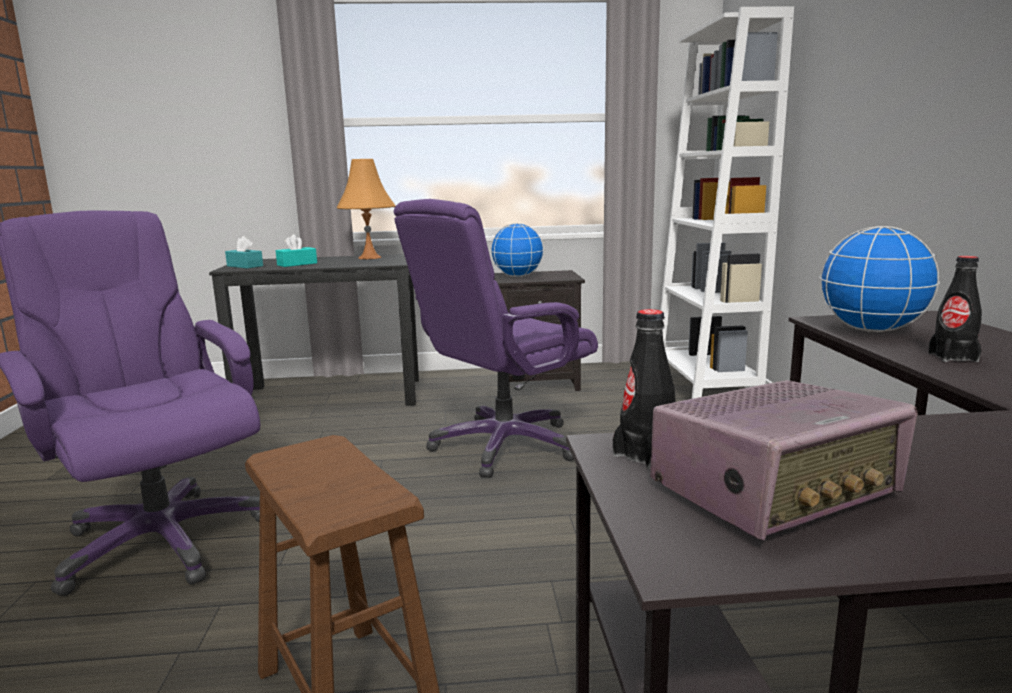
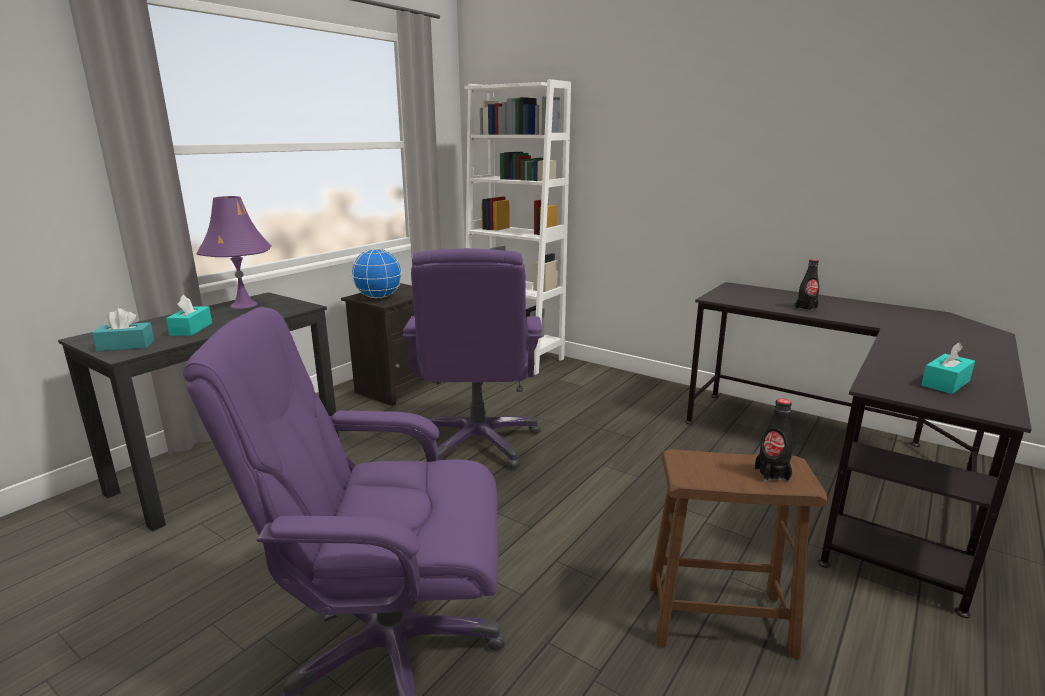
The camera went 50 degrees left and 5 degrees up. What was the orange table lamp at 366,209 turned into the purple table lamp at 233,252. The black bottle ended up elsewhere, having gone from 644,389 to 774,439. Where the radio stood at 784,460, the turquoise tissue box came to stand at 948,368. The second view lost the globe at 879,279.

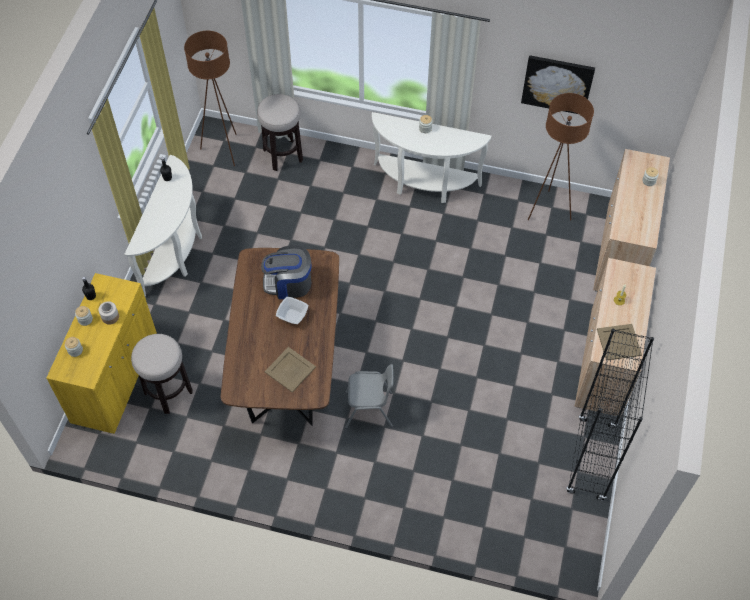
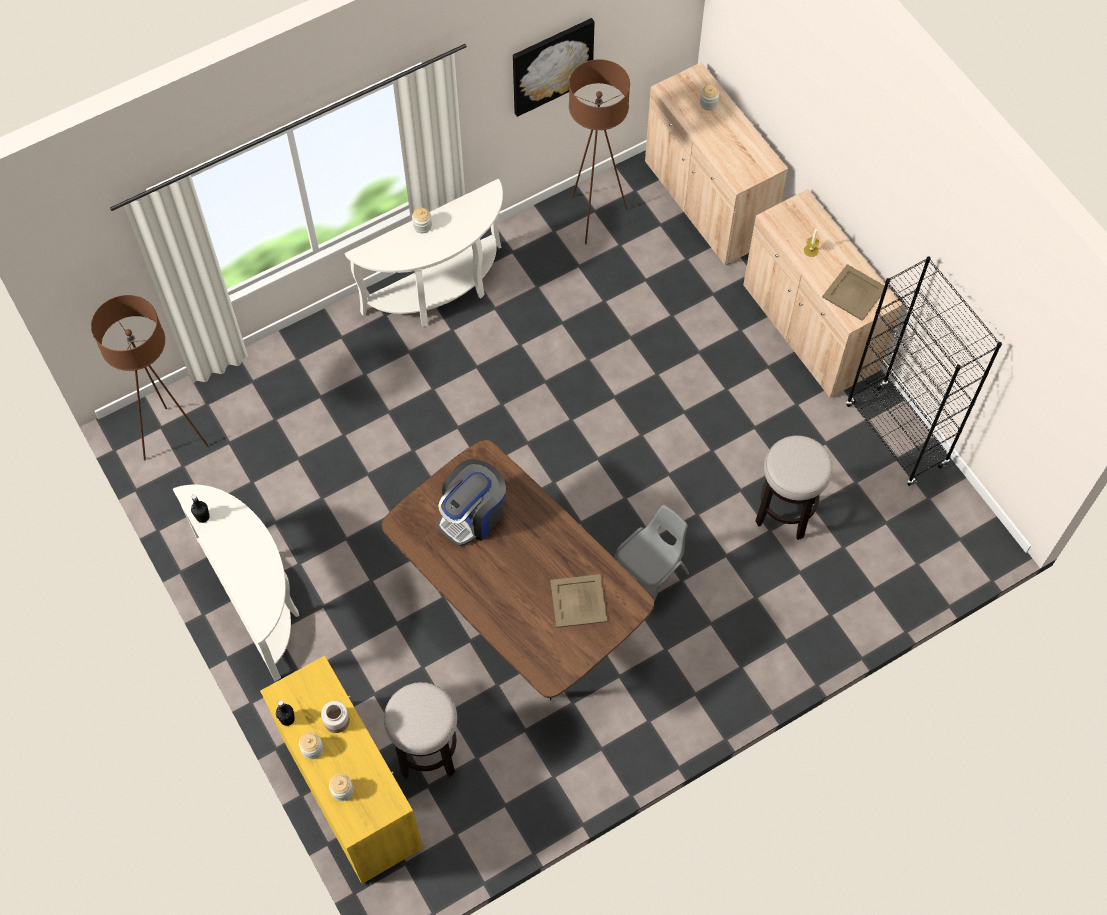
The camera went 45 degrees left and 5 degrees up. The stool ended up elsewhere, having gone from 280,132 to 794,487. The second view lost the bowl at 292,310.

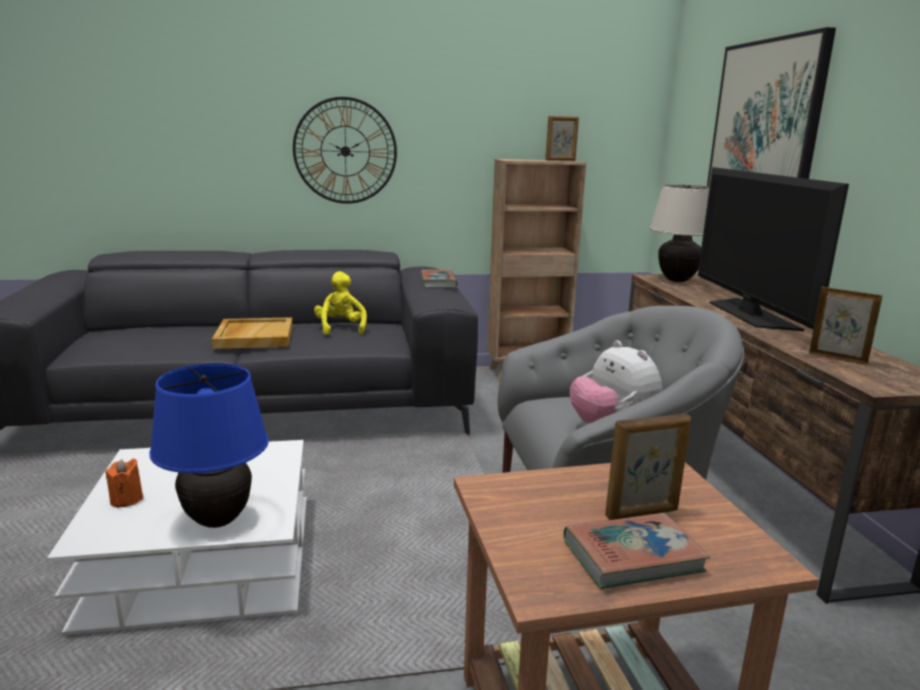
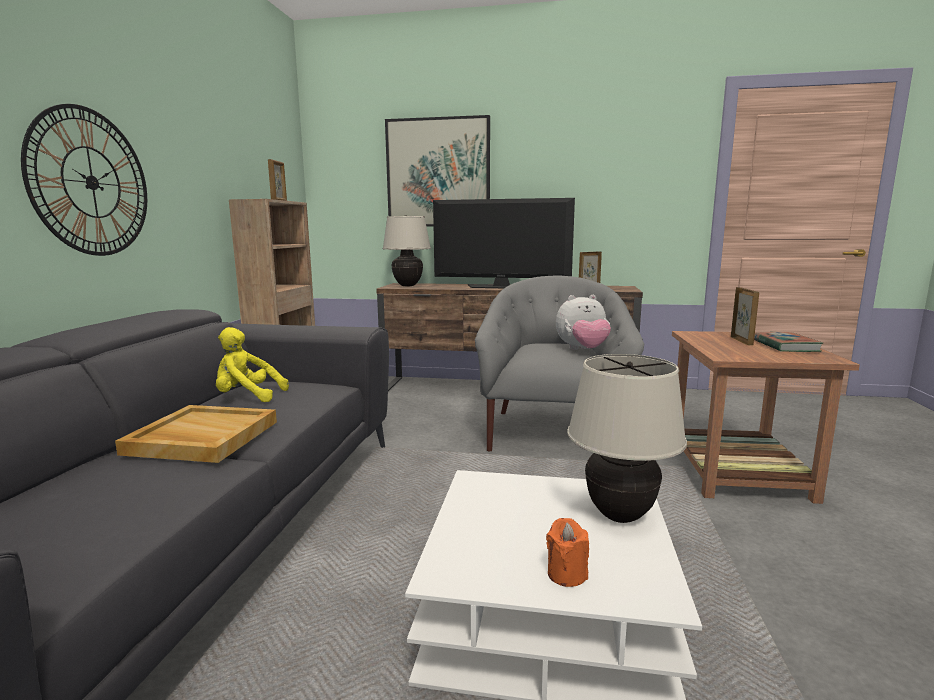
The camera went 70 degrees left and 5 degrees down. What was the blue table lamp at 209,445 turned into the beige table lamp at 627,438. The second view lost the book at 439,279.

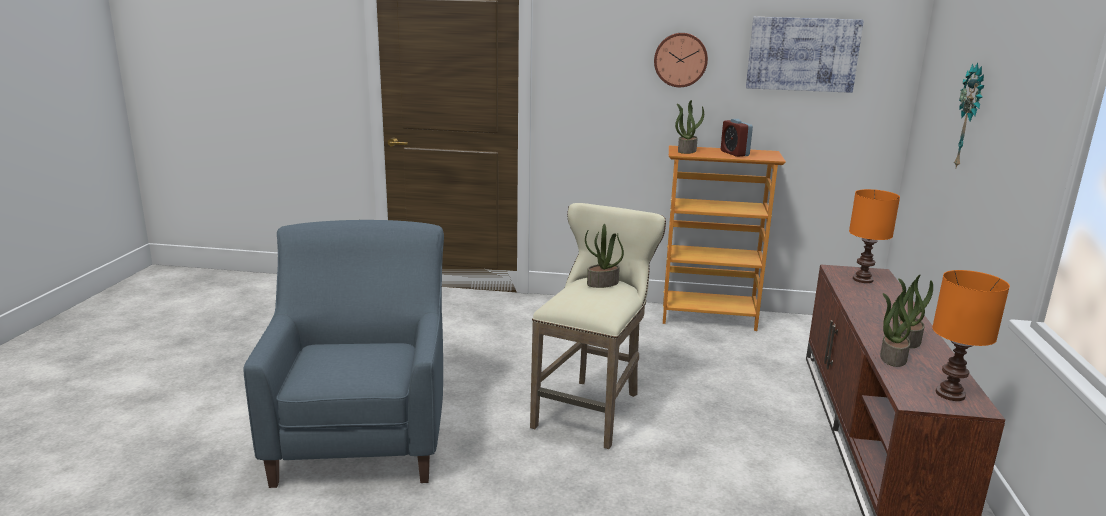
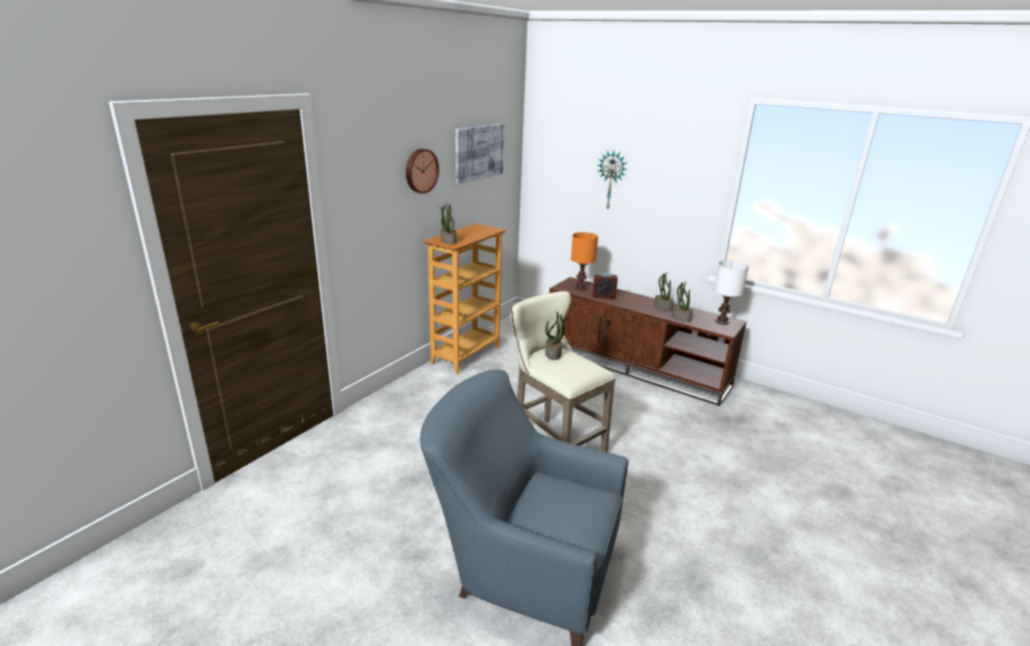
The camera went 65 degrees left and 5 degrees up. The alarm clock ended up elsewhere, having gone from 737,138 to 605,286. What was the orange table lamp at 971,335 turned into the white table lamp at 731,292.

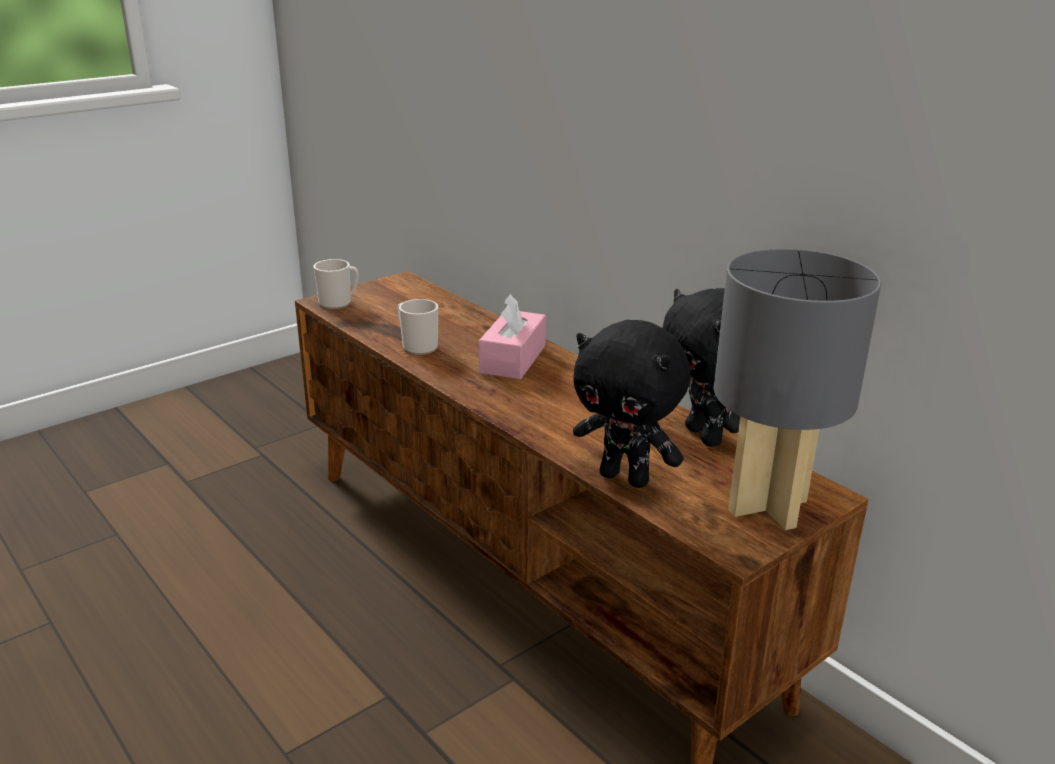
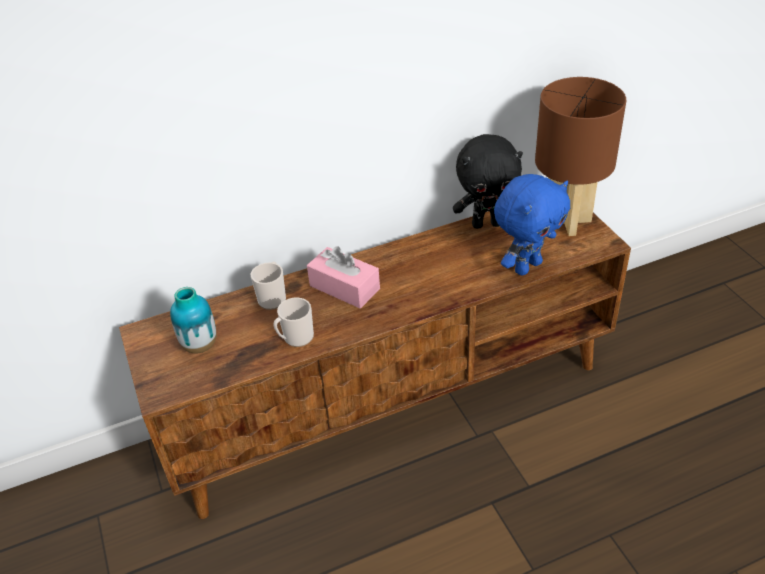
The camera went 70 degrees left and 15 degrees up. The second view gained the vase at 193,320. The mug ended up elsewhere, having gone from 336,284 to 268,286. What was the black plush toy at 631,404 turned into the blue plush toy at 532,225. What was the grey table lamp at 798,389 turned into the brown table lamp at 580,156.

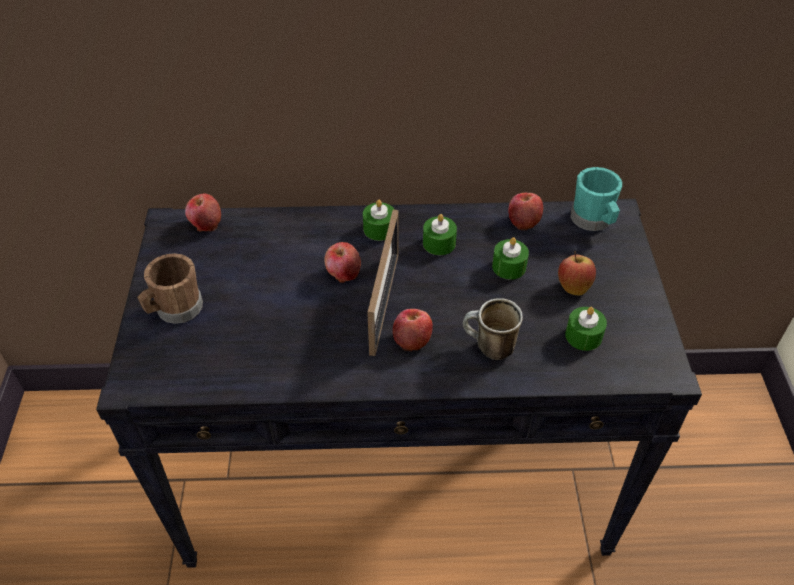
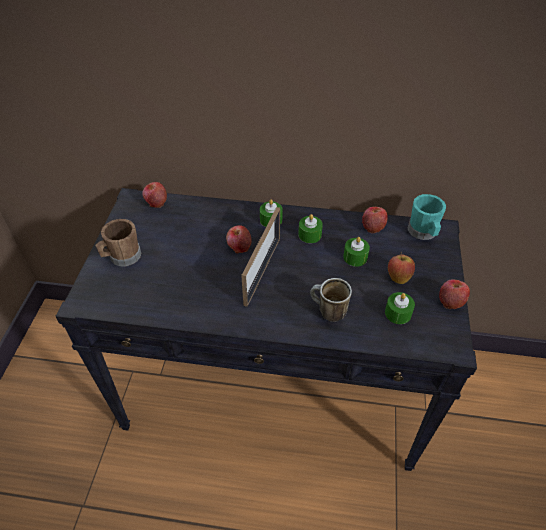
The camera went 10 degrees right and 0 degrees up. The apple ended up elsewhere, having gone from 413,330 to 454,294.

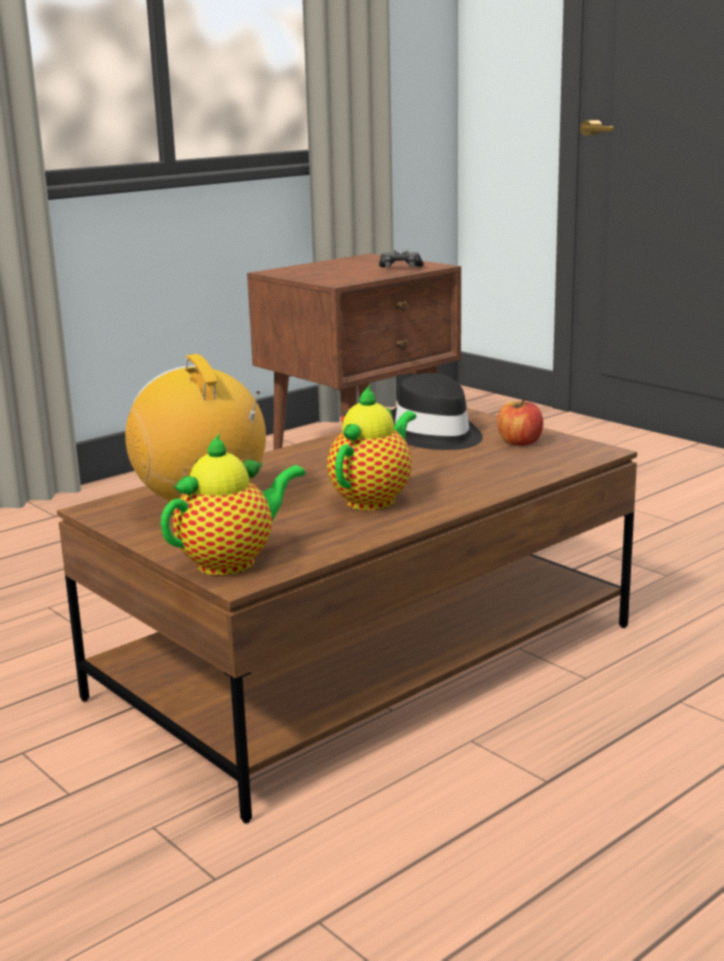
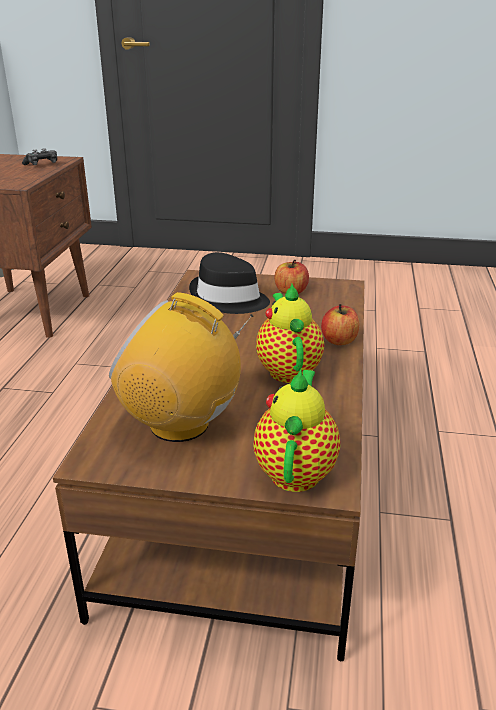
The camera went 40 degrees left and 10 degrees up. The second view gained the apple at 340,324.

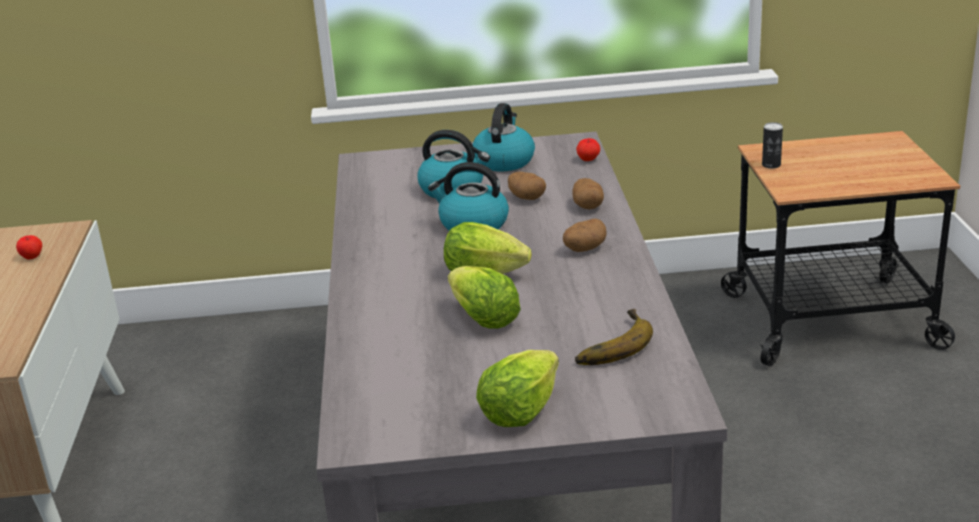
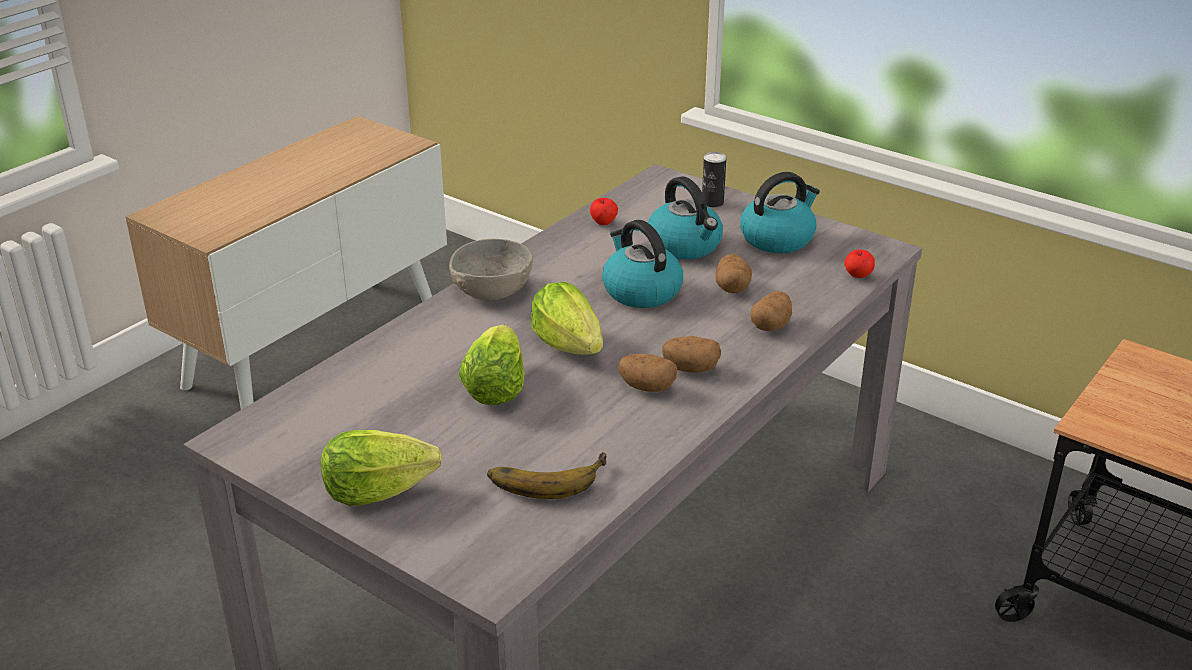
The camera went 40 degrees right and 5 degrees up. The second view gained the grey bowl at 491,269. The apple ended up elsewhere, having gone from 29,247 to 604,211. The second view gained the potato at 647,373. The can ended up elsewhere, having gone from 772,145 to 714,180.

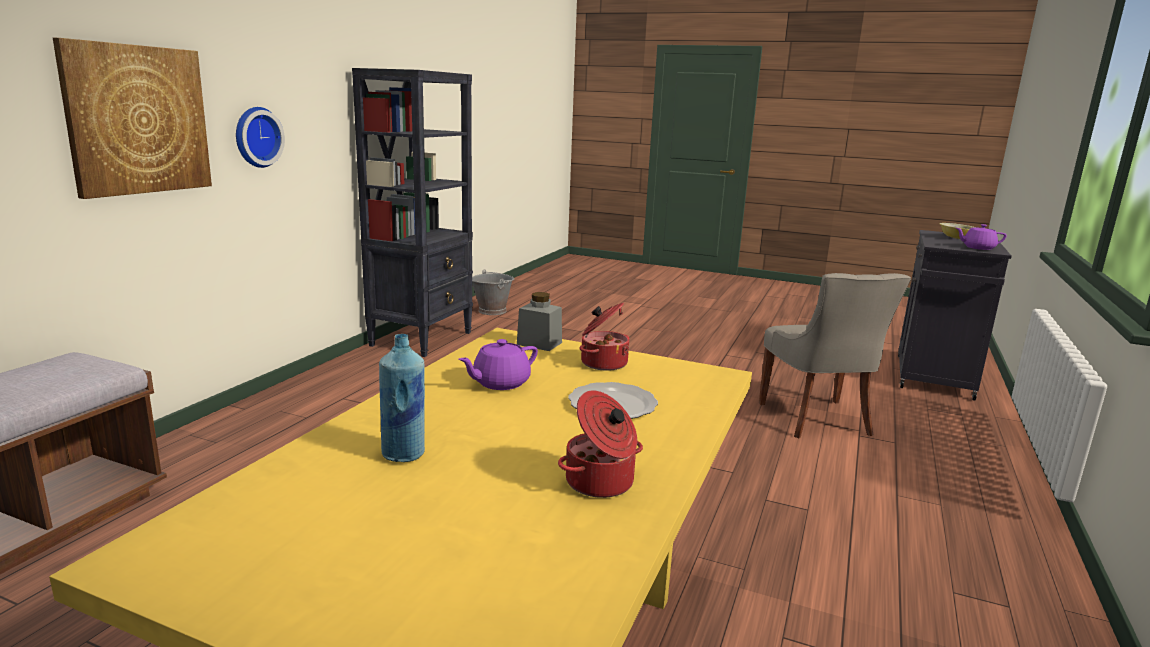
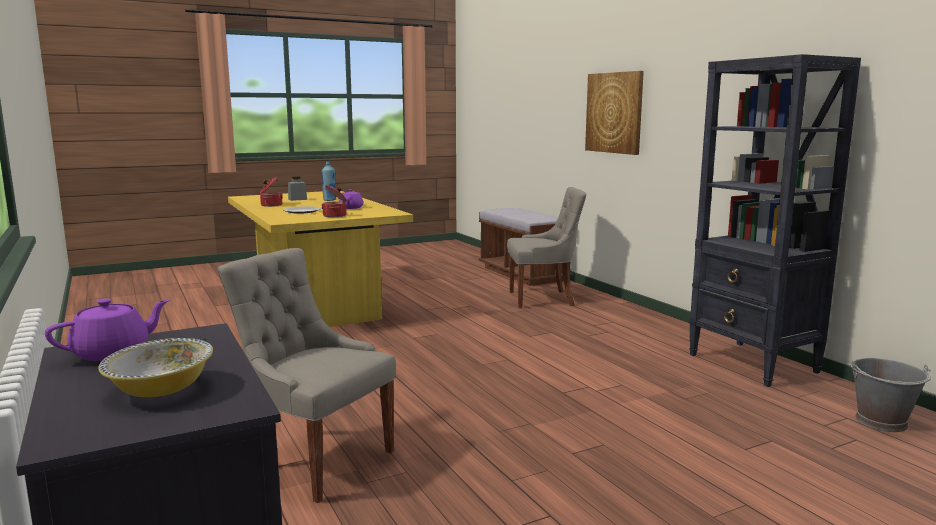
The camera went 130 degrees right and 5 degrees down. The grey jar ended up elsewhere, having gone from 539,321 to 297,188. The second view gained the grey chair at 546,247. The second view lost the wall clock at 260,137.

